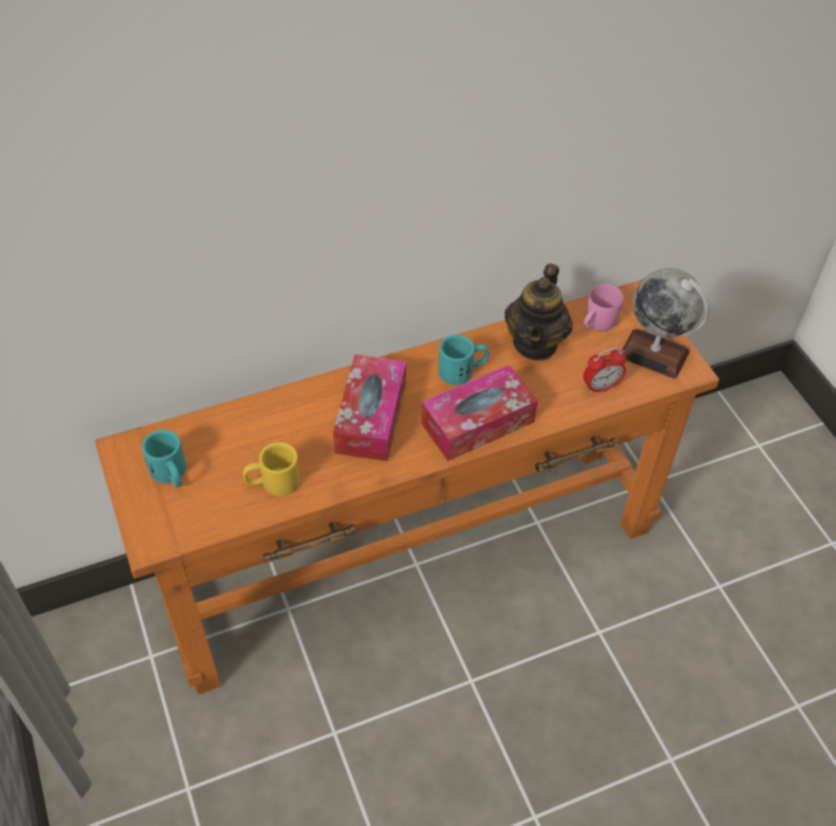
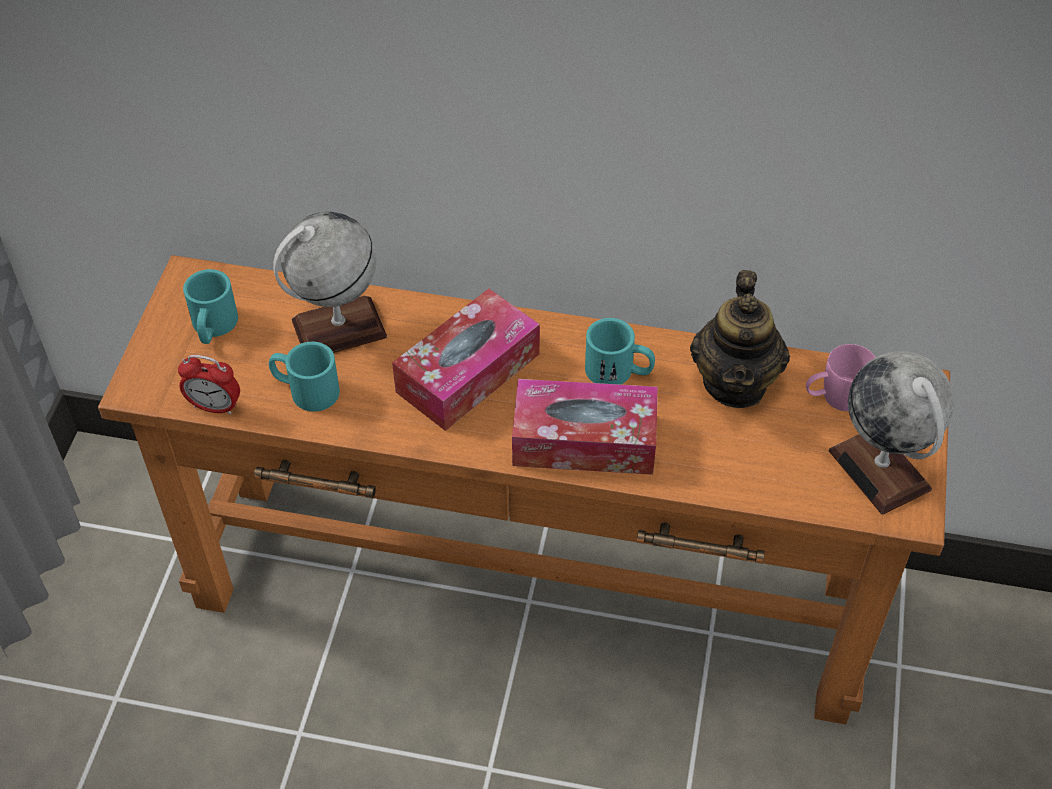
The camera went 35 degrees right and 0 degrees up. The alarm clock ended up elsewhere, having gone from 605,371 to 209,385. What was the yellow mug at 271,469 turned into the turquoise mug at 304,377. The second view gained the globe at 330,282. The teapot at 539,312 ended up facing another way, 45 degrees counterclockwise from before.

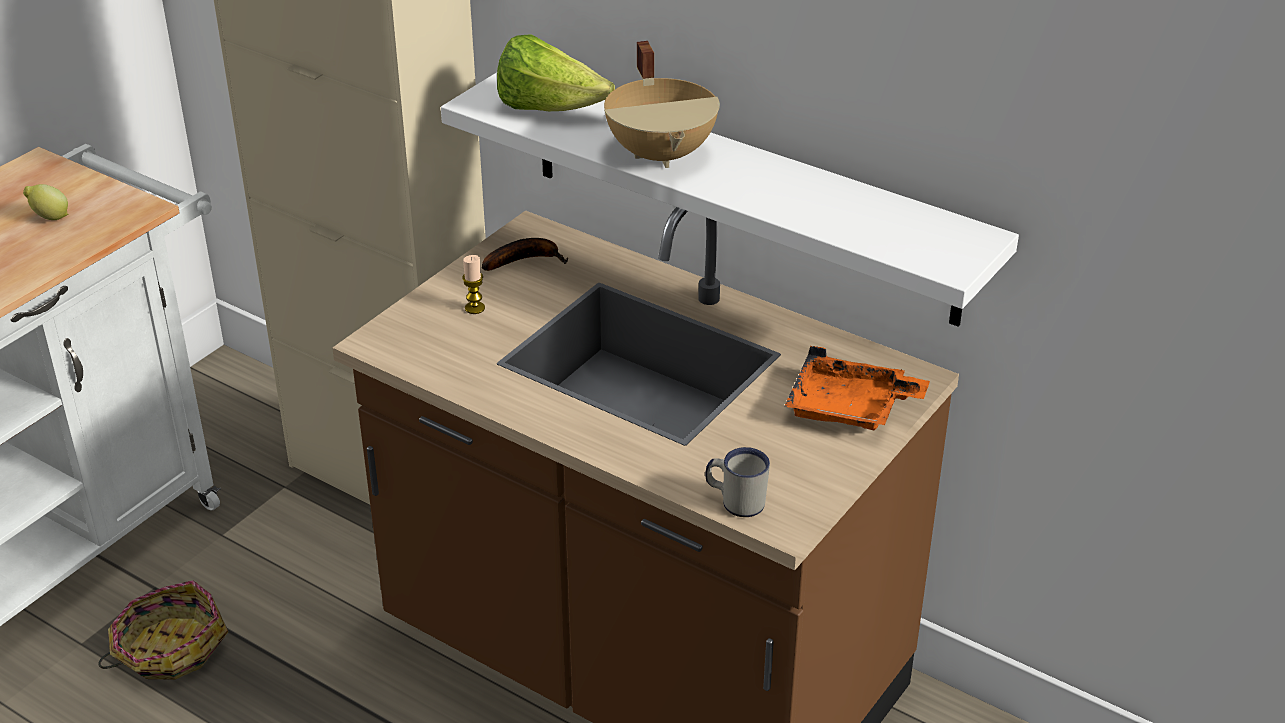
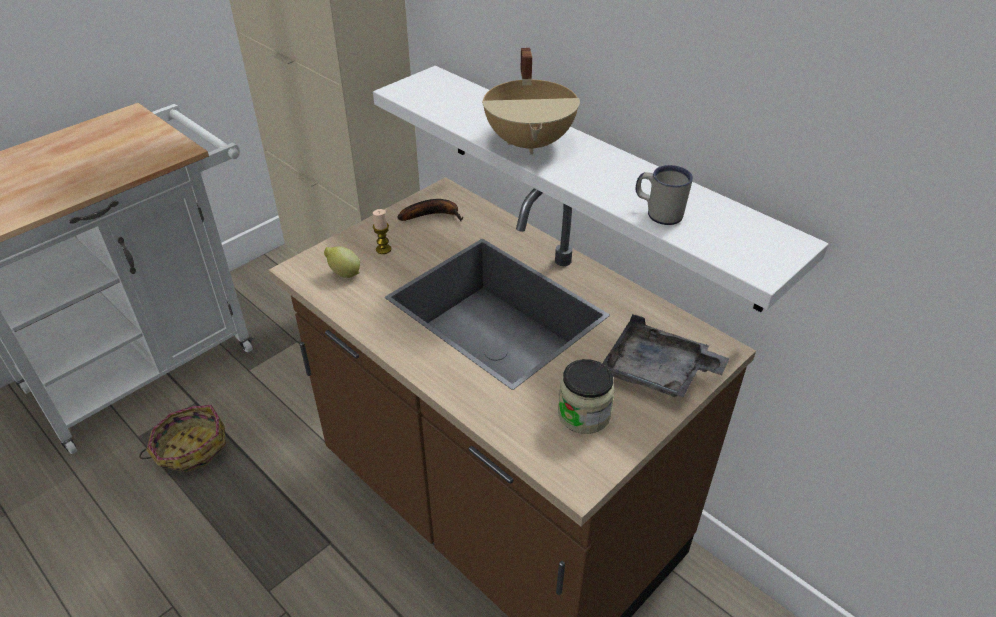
The camera went 10 degrees right and 5 degrees up. The lemon ended up elsewhere, having gone from 45,202 to 342,262. The second view gained the jar at 586,396. What was the orange tray at 857,388 turned into the grey tray at 666,355. The white mug ended up elsewhere, having gone from 737,482 to 664,195. The second view lost the lettuce at 556,72.

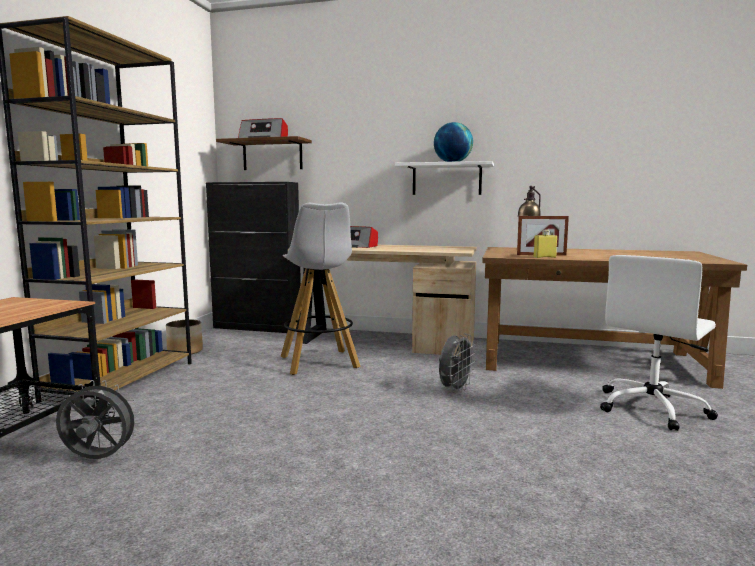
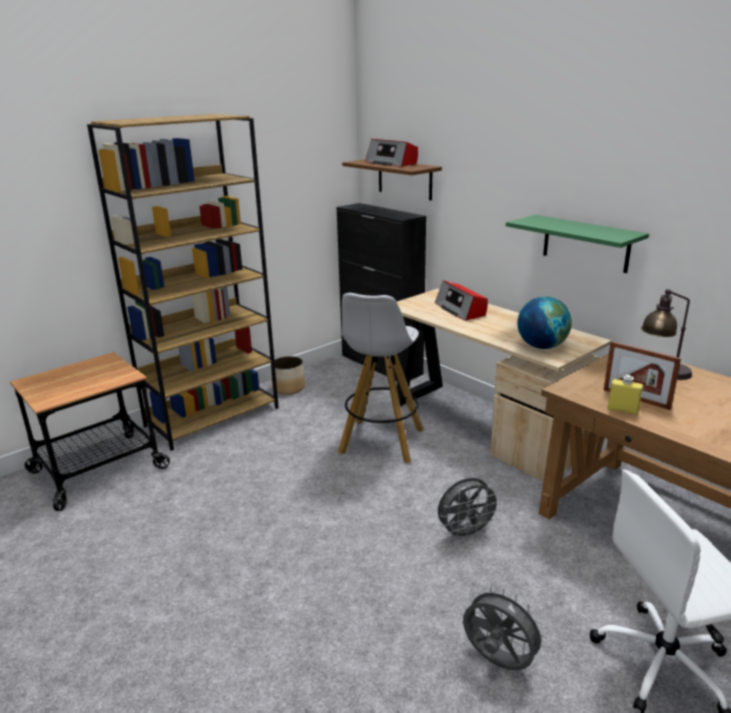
The camera went 35 degrees right and 15 degrees up. The grey fan ended up elsewhere, having gone from 98,419 to 505,628. What was the white shelf at 444,178 turned into the green shelf at 577,244. The globe ended up elsewhere, having gone from 453,142 to 544,322.

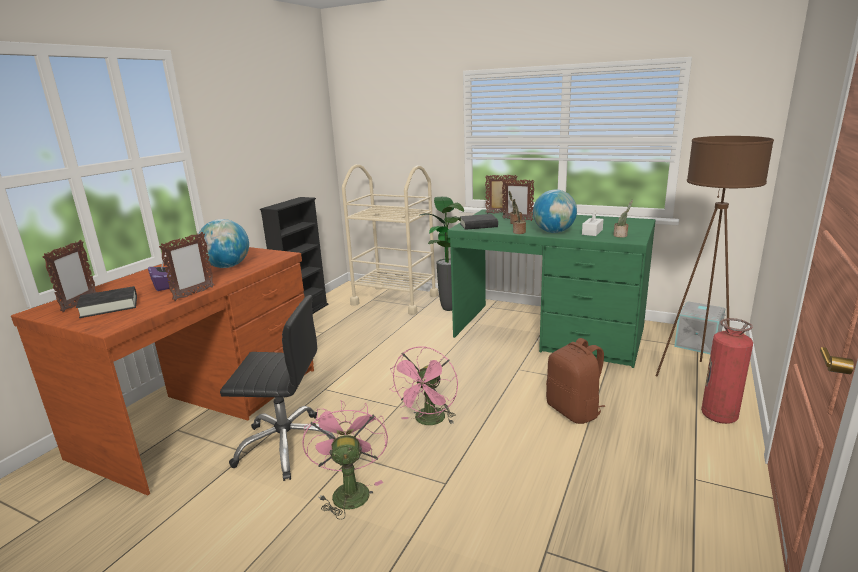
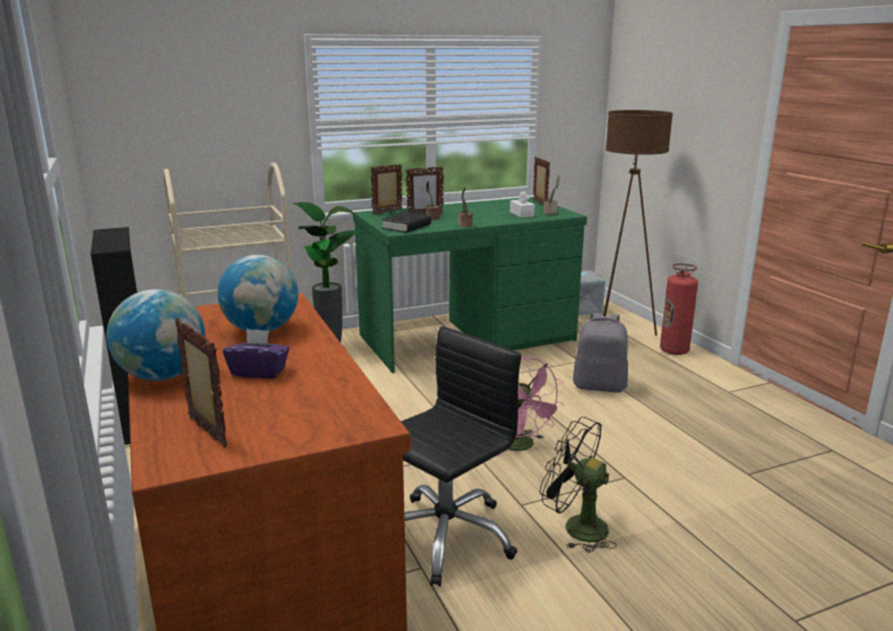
The camera went 50 degrees left and 0 degrees up. The globe ended up elsewhere, having gone from 555,211 to 155,335. The picture frame ended up elsewhere, having gone from 187,266 to 541,181. What was the pink fan at 345,460 turned into the black fan at 578,485. What was the brown backpack at 576,381 turned into the grey backpack at 600,353. The second view lost the black book at 106,302.

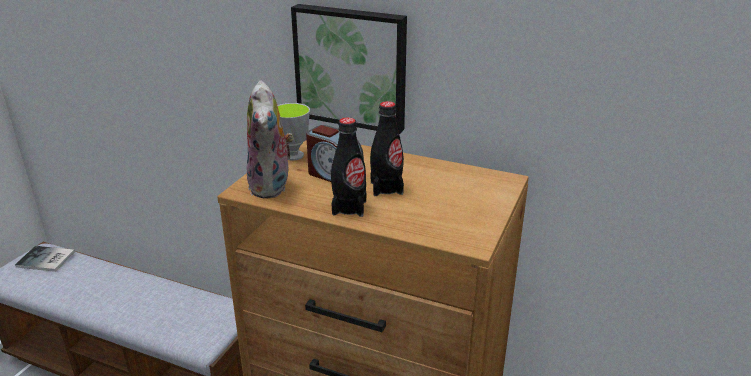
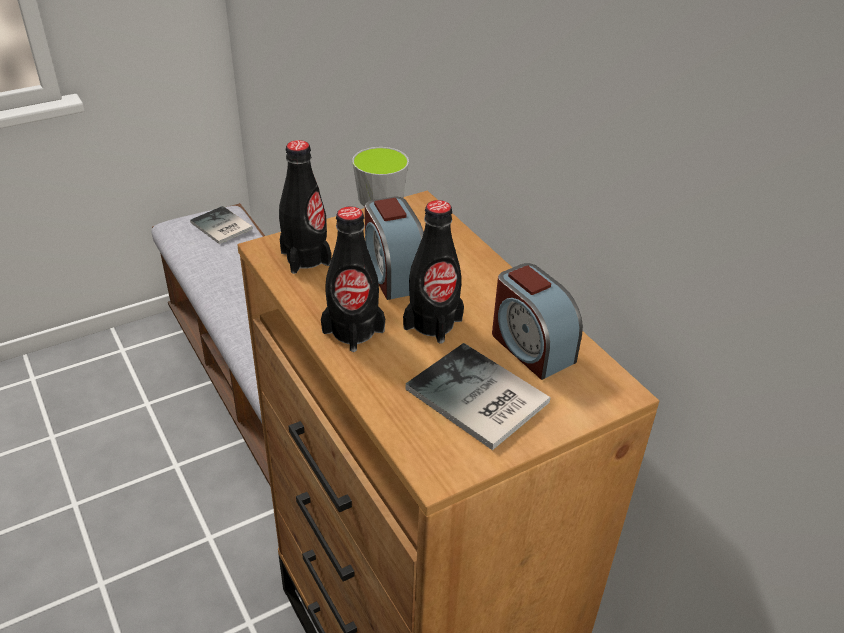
The camera went 35 degrees right and 10 degrees up. Where the plush toy stood at 270,139, the black bottle came to stand at 305,207. The second view gained the book at 478,396. The second view gained the alarm clock at 537,321. The second view lost the picture at 349,69.

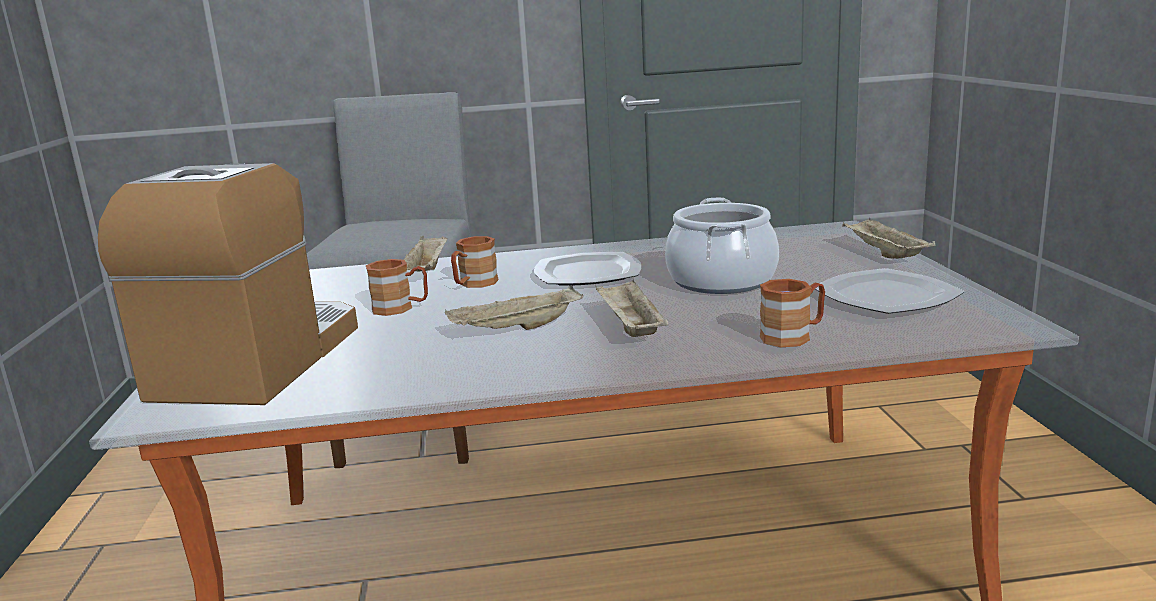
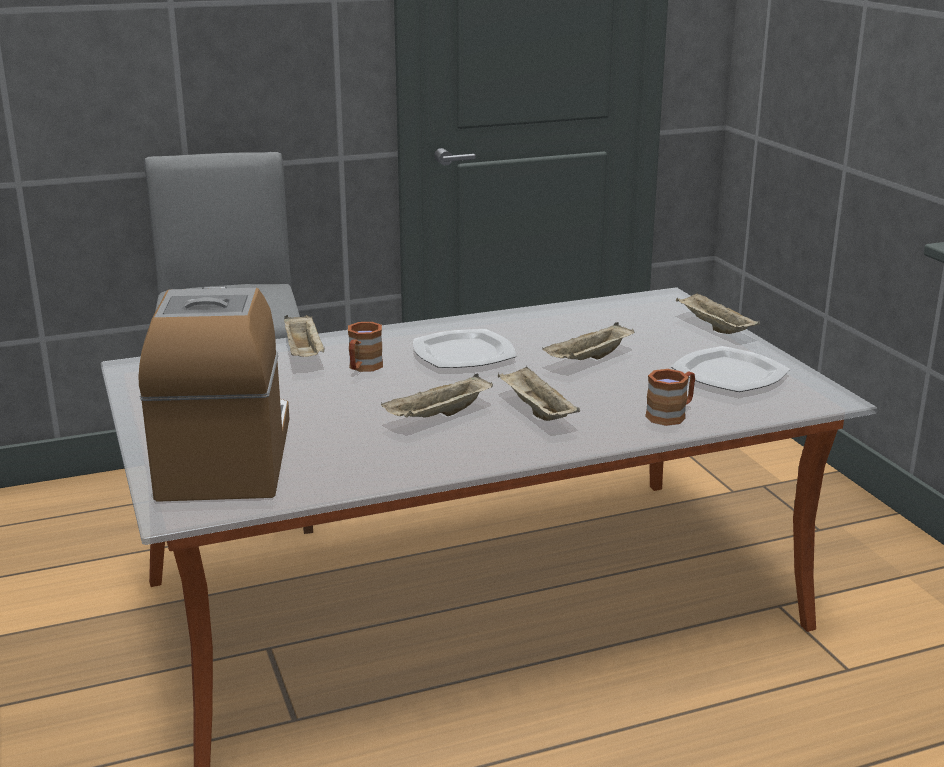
The camera went 15 degrees left and 5 degrees up. Where the cooking pot stood at 722,246, the beige tray came to stand at 588,341. The second view lost the brown mug at 397,287.

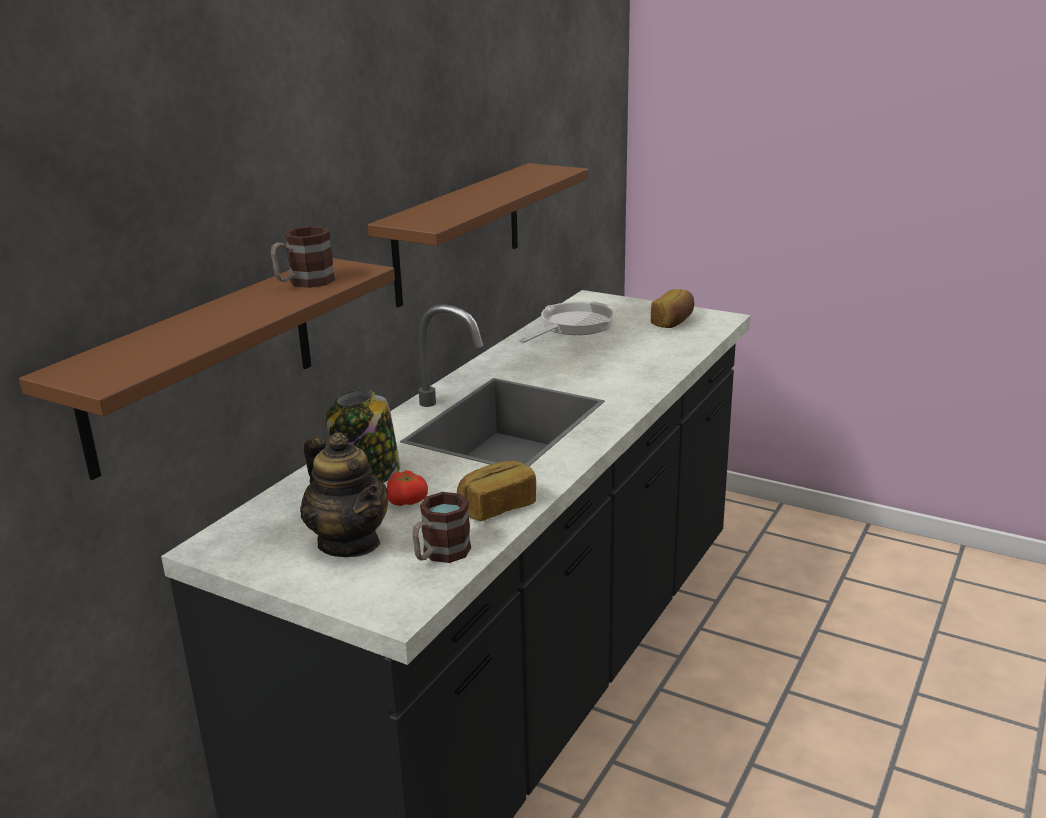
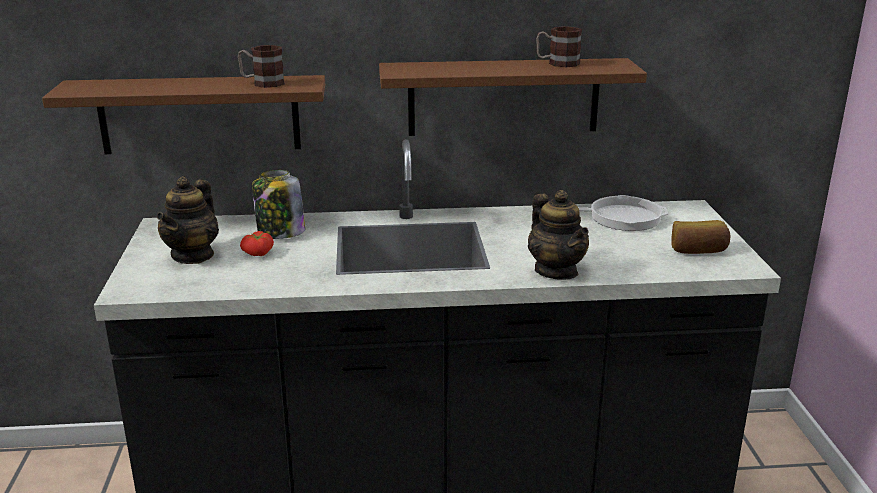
The camera went 55 degrees right and 0 degrees up. The second view gained the teapot at 558,235. The mug ended up elsewhere, having gone from 441,527 to 559,46. The second view lost the bread at 496,491.

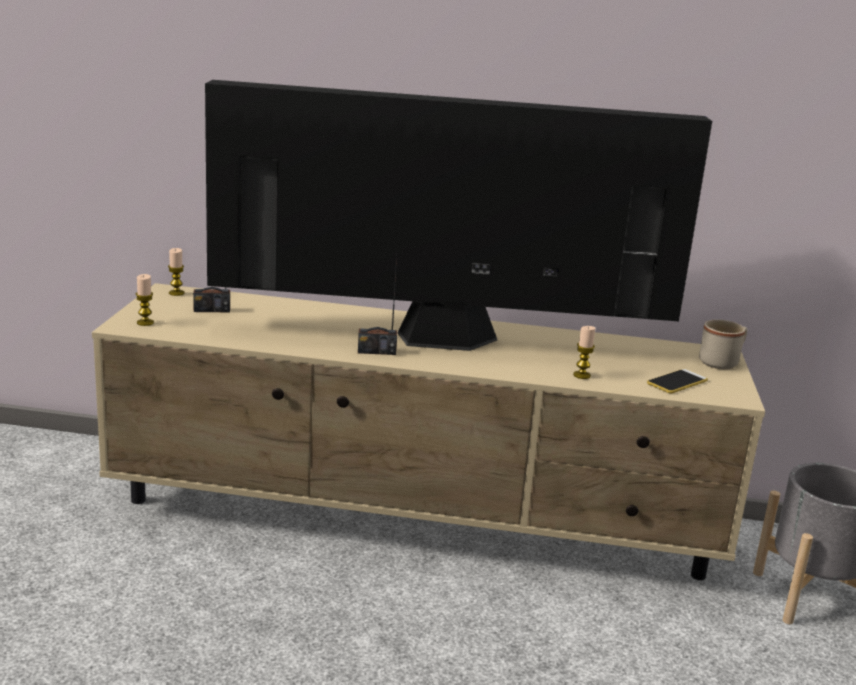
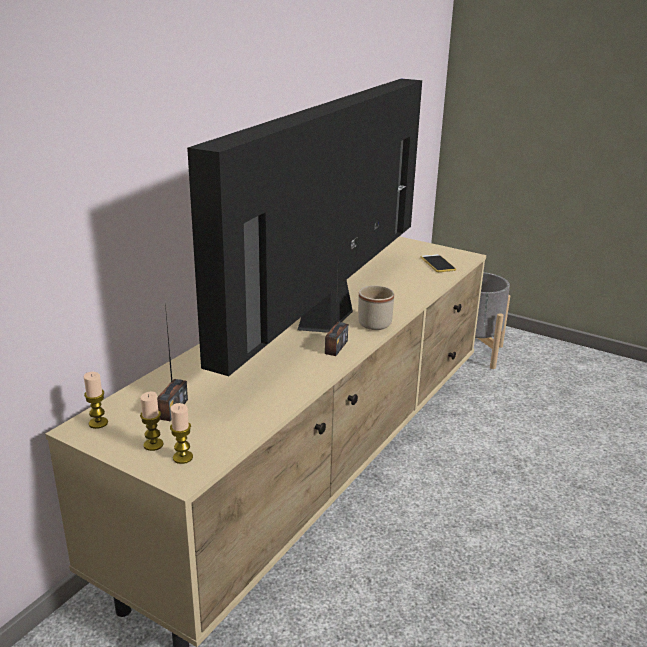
The camera went 65 degrees left and 5 degrees up. The candle ended up elsewhere, having gone from 584,352 to 152,421. The beige mug ended up elsewhere, having gone from 723,344 to 376,308.

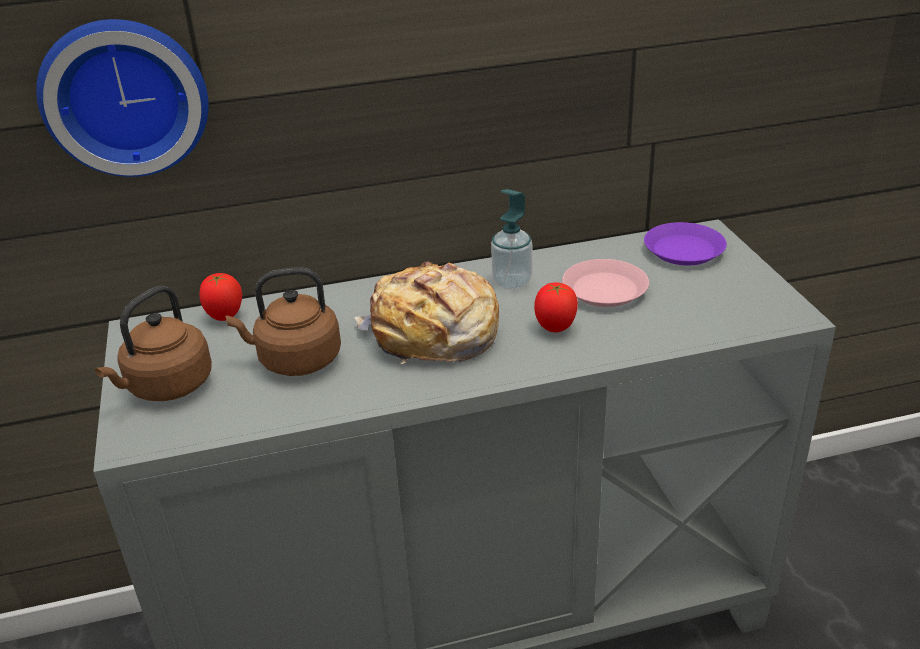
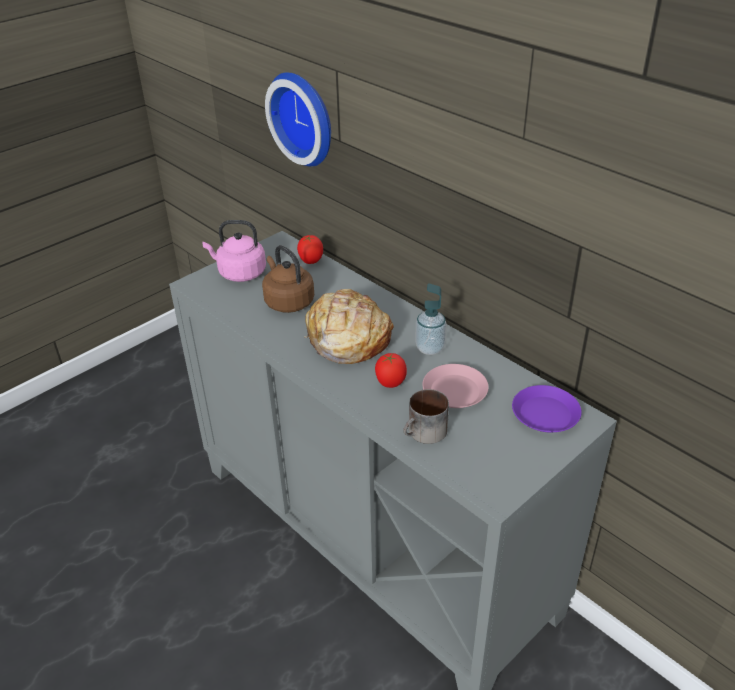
The camera went 60 degrees right and 5 degrees up. What was the brown kettle at 153,343 turned into the pink kettle at 234,251. The second view gained the mug at 426,416.

